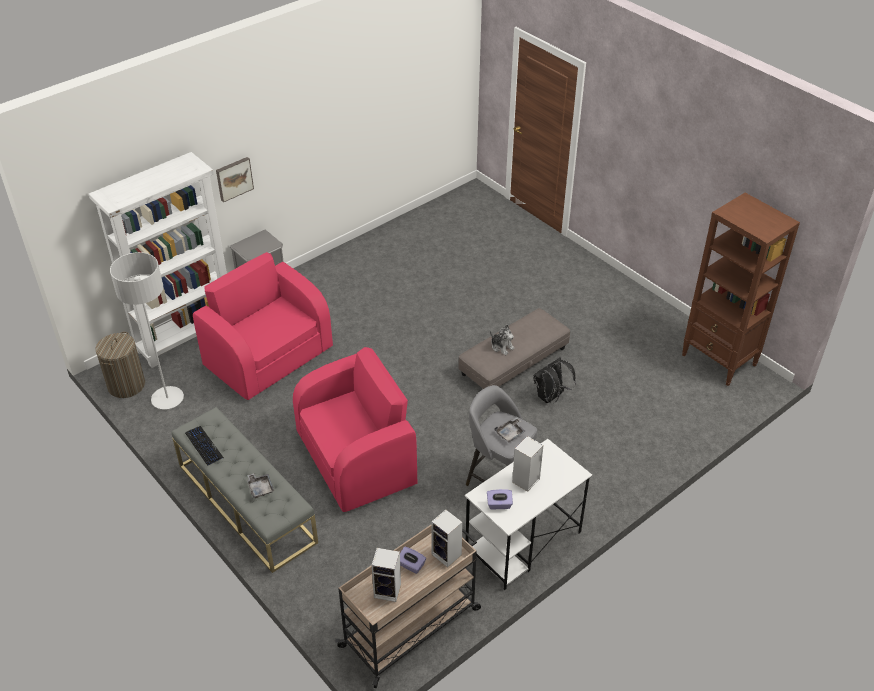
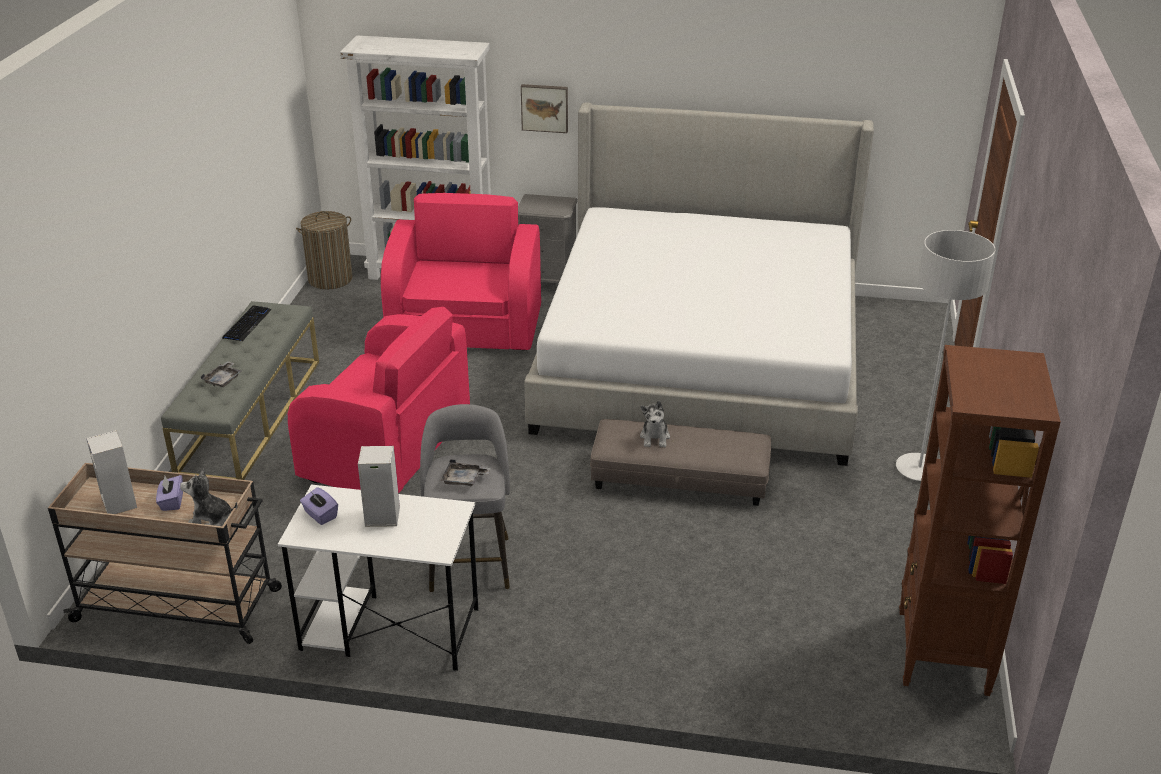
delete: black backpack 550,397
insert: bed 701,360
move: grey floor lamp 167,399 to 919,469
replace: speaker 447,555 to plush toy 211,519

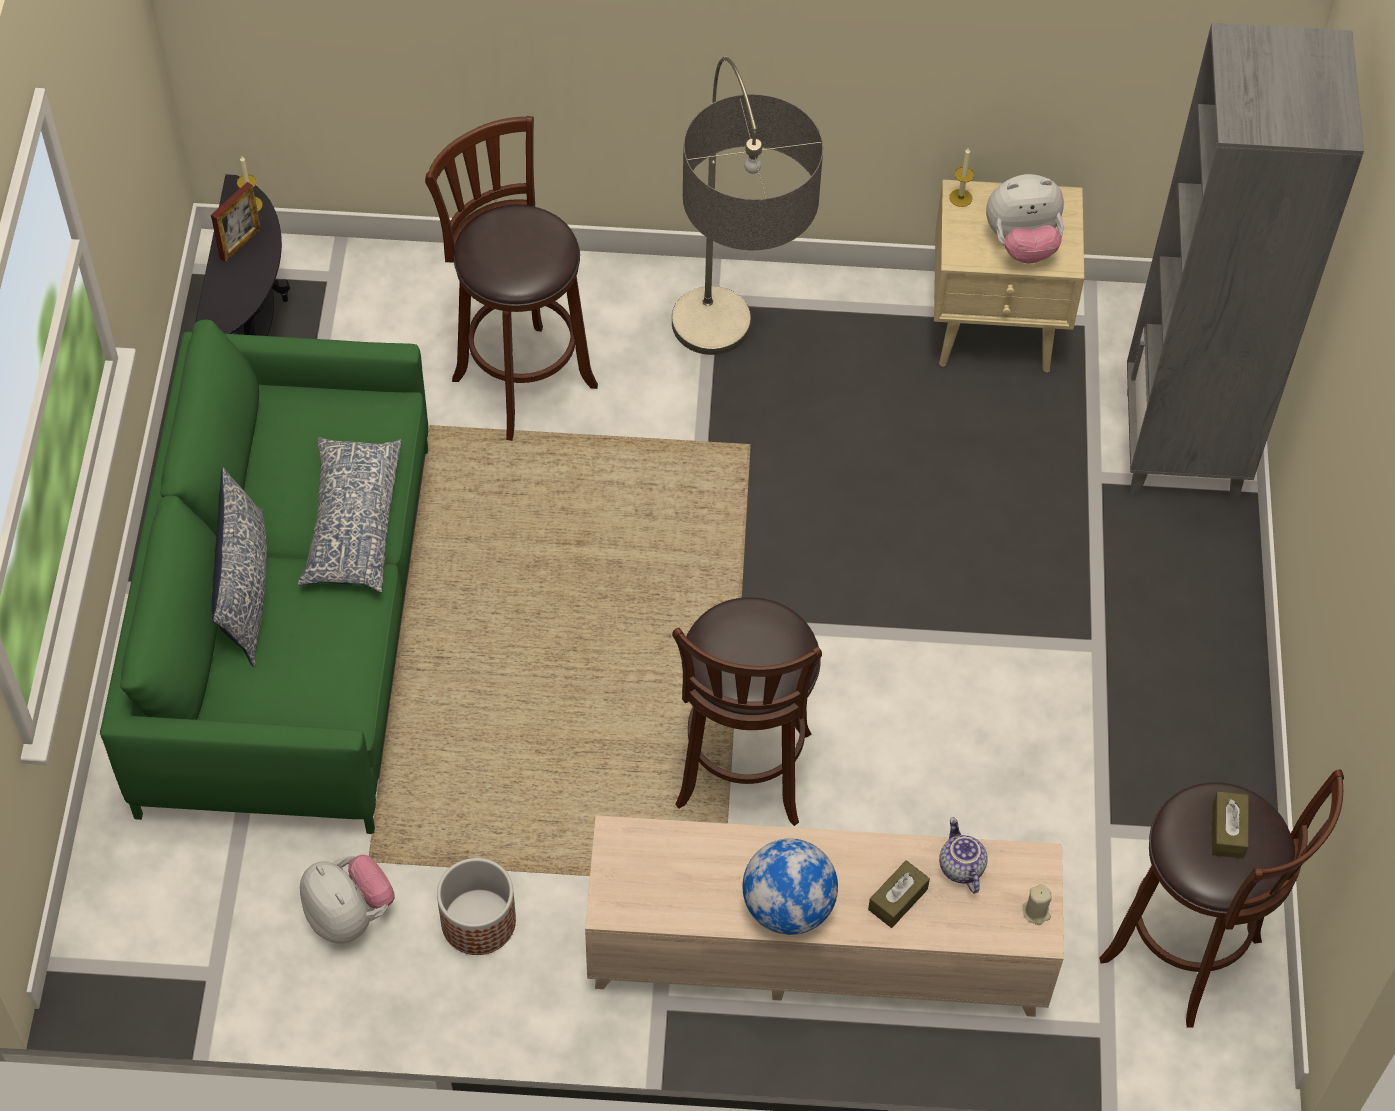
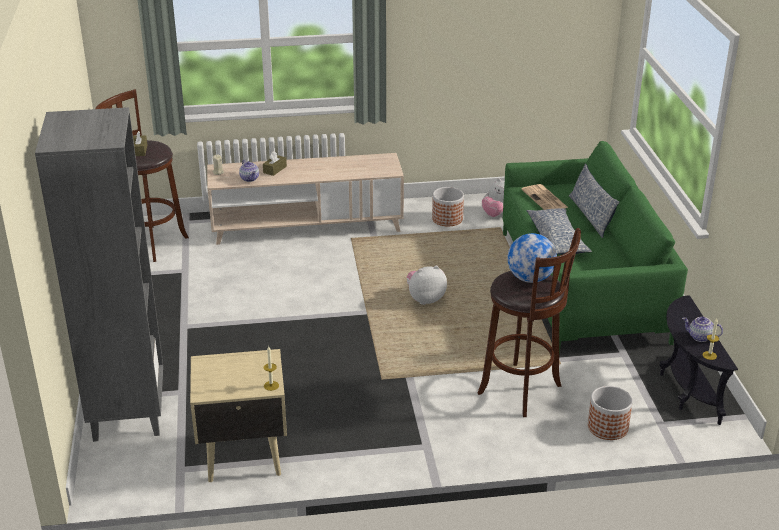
delete: floor lamp 729,400; brown stool 742,777
insert: newspaper 545,199; planter 607,427
move: plush toy 1022,243 to 425,299; globe 788,907 to 530,278
replace: picture frame 240,244 to teapot 699,337

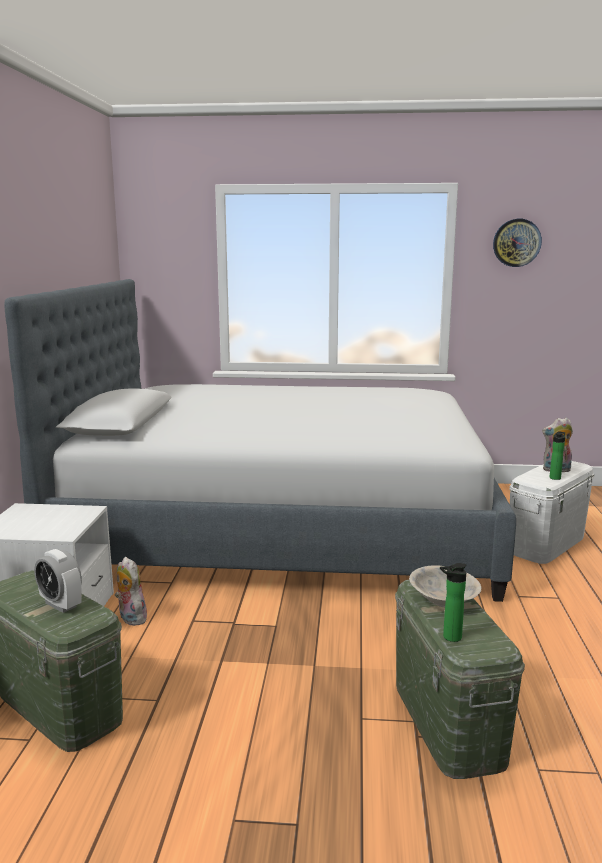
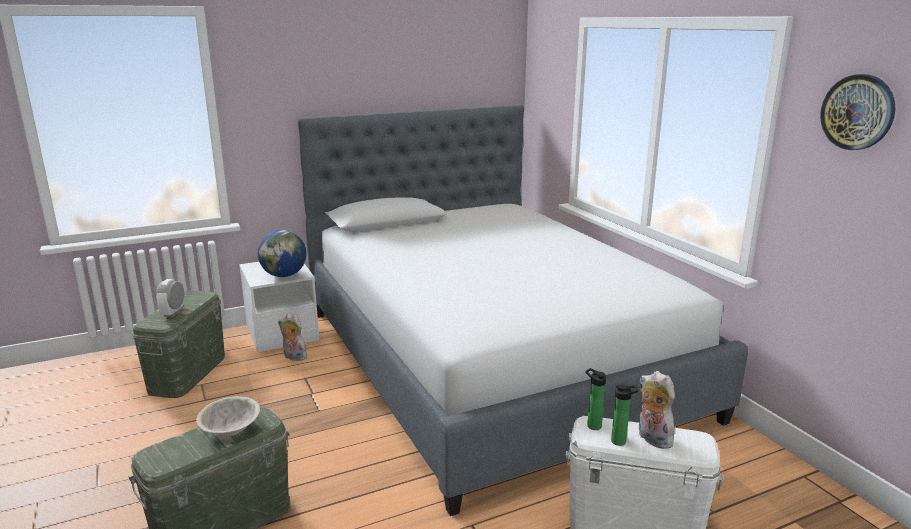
insert: globe 284,275
move: bottle 449,637 to 592,425
rotate: plush toy 130,618 = 293,357 90 degrees counterclockwise

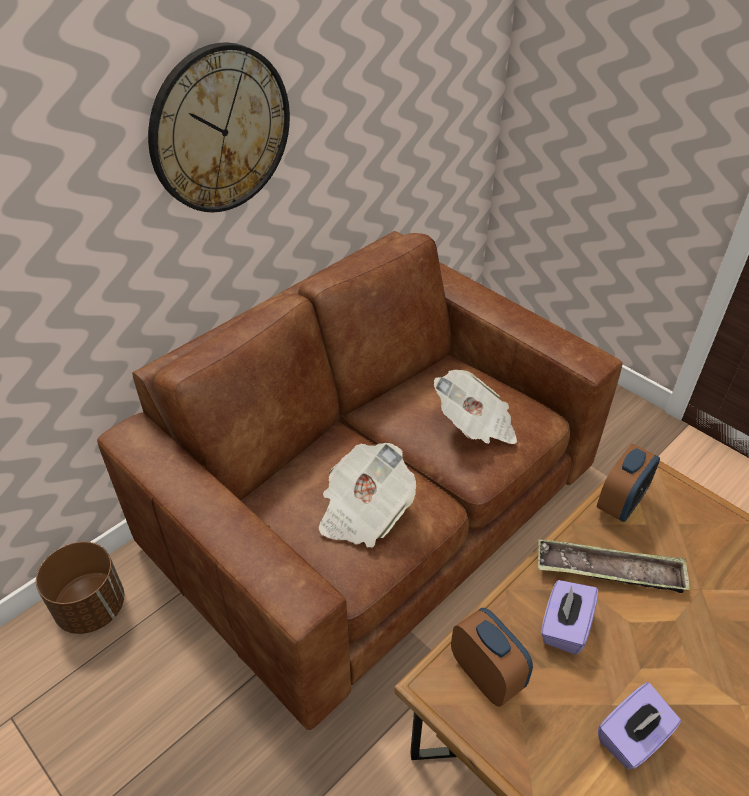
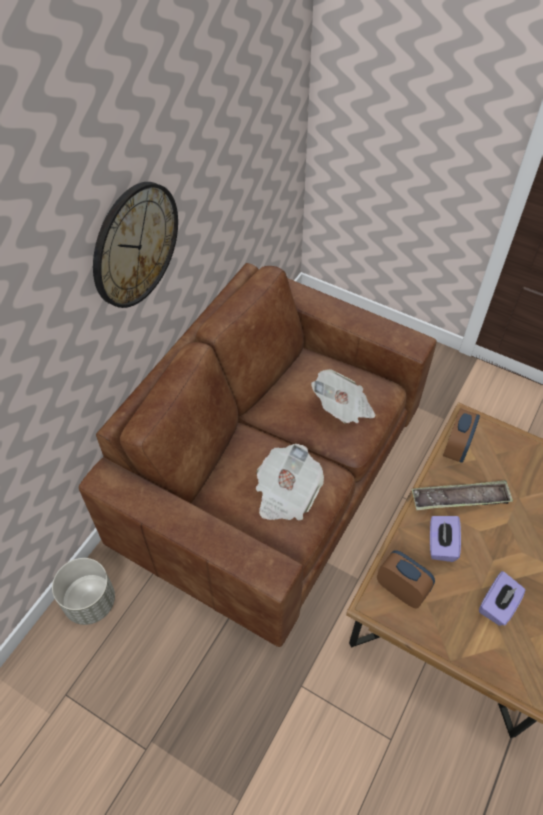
recolor: brown planter 92,607 to grey planter 90,601

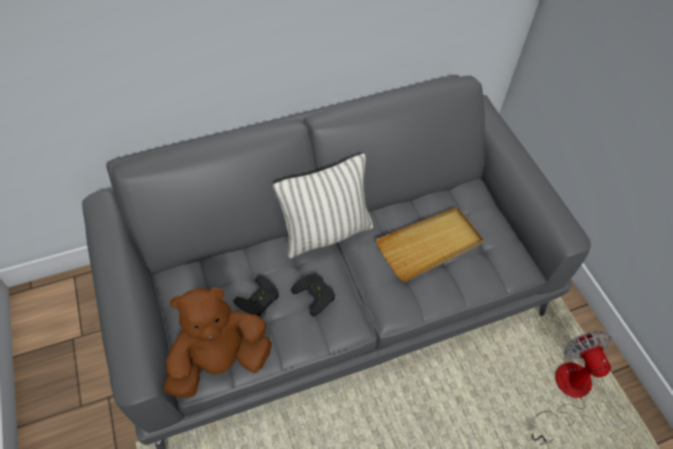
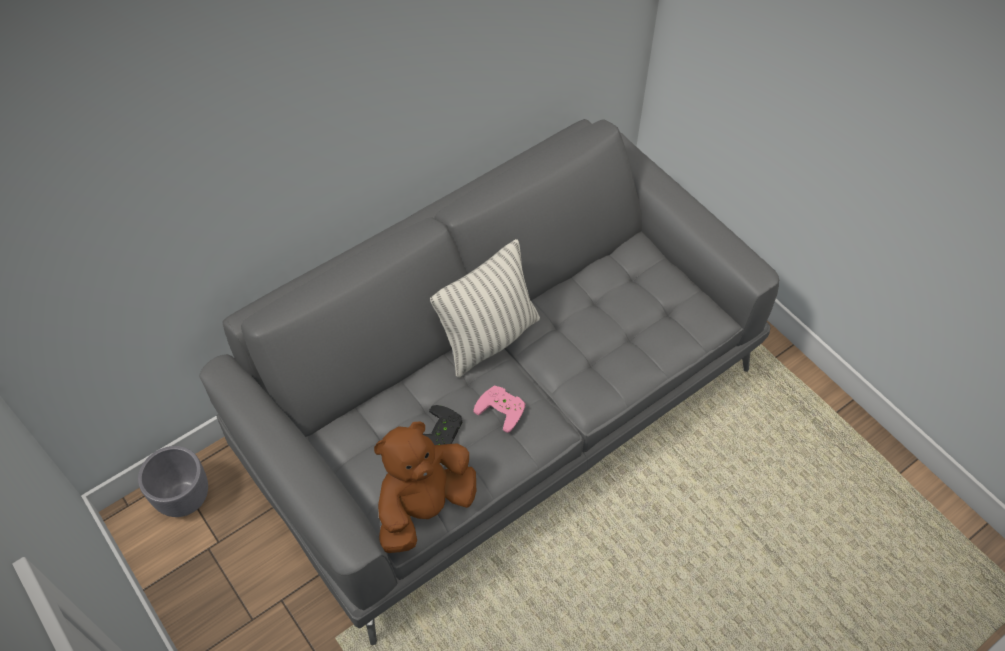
delete: beige tray 430,245; fan 566,391
insert: grey planter 184,497
recolor: black game controller 316,294 to pink game controller 503,408

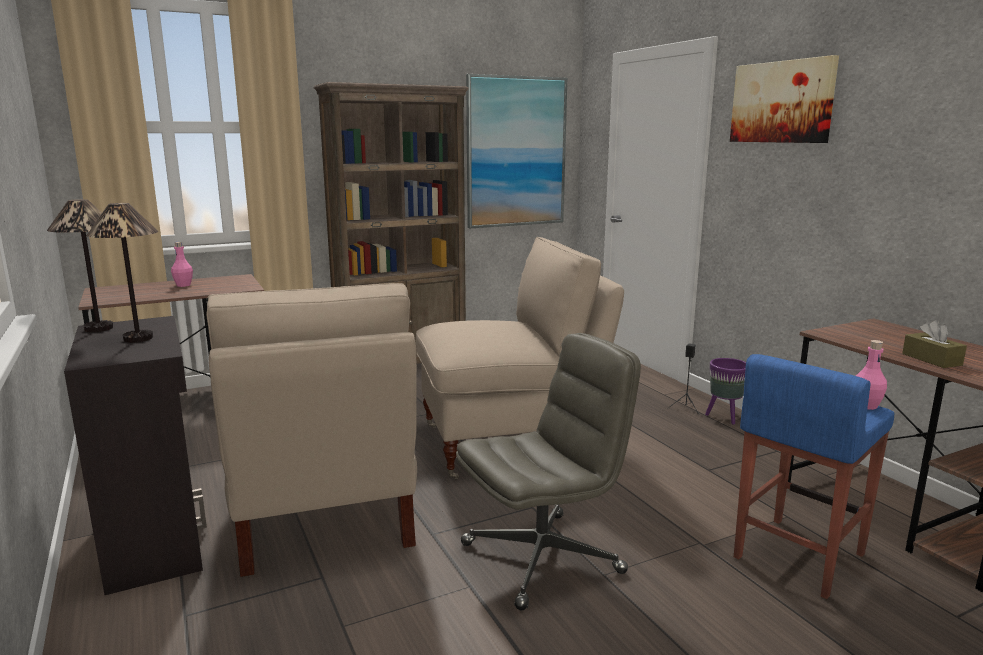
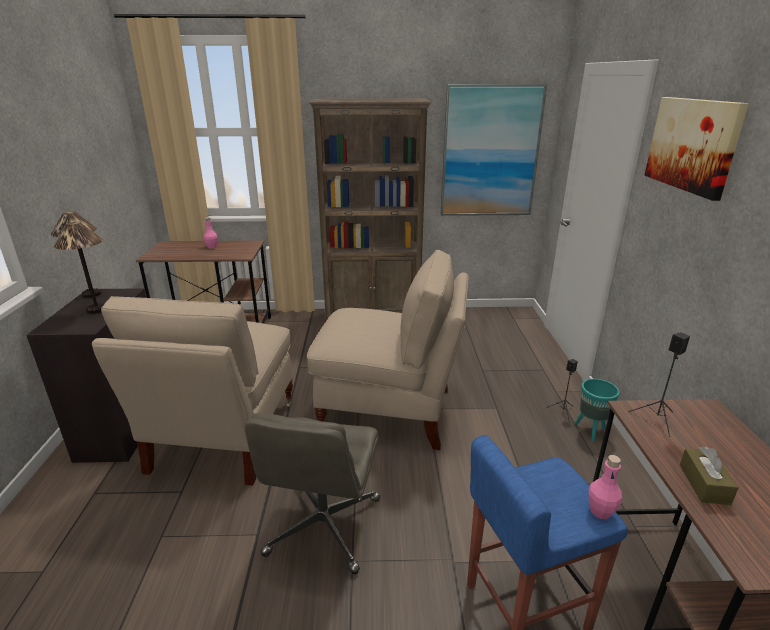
insert: black speaker 657,420
recolor: purple planter 724,417 to turquoise planter 591,431
rotate: grey office chair 543,557 = 324,527 105 degrees clockwise

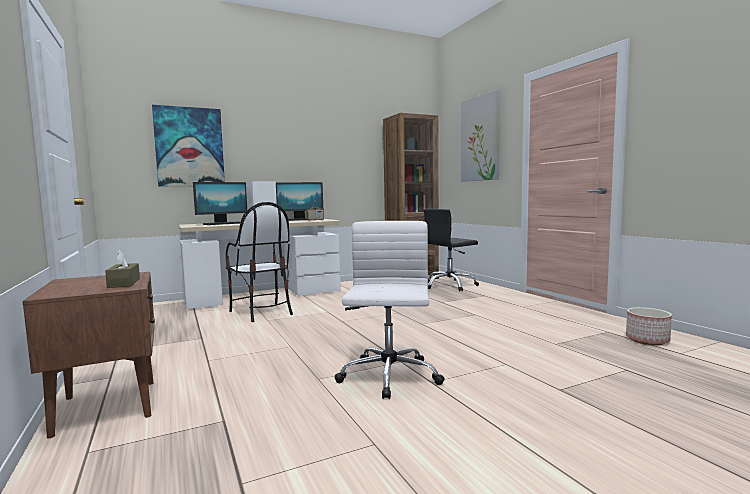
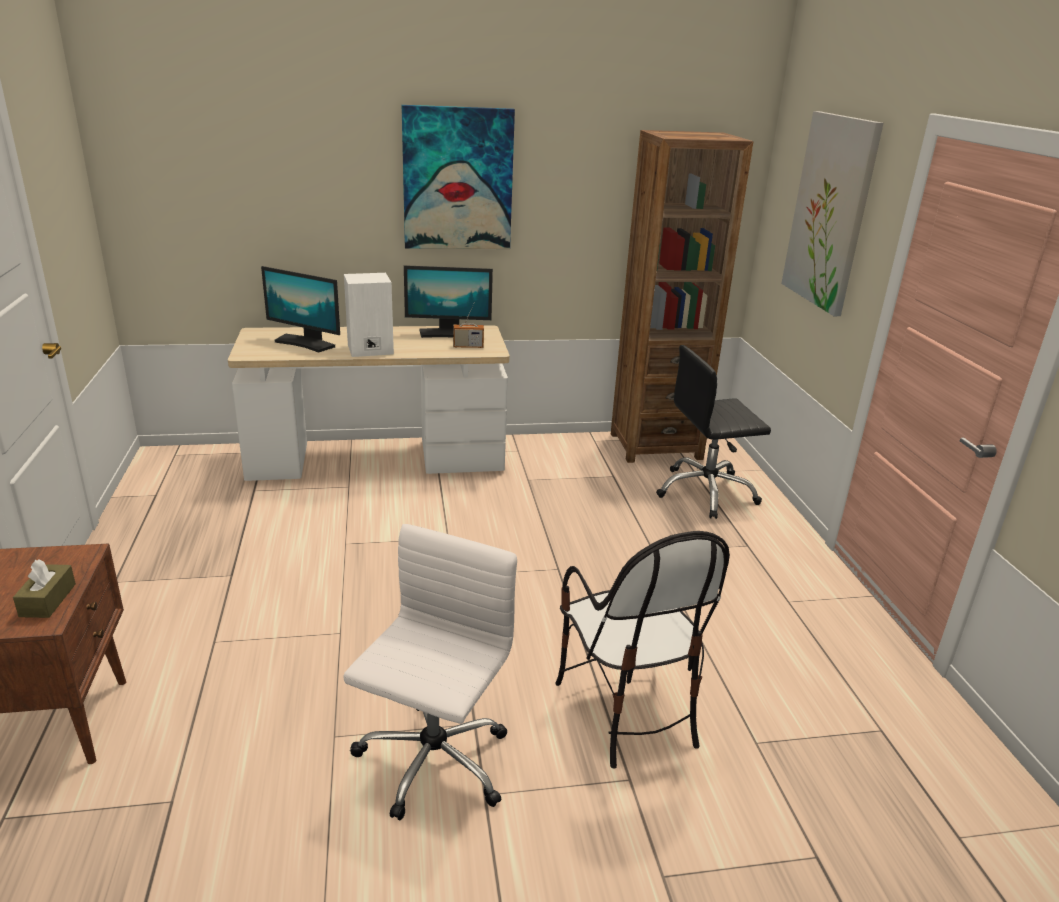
delete: planter 648,340
move: picture 189,147 to 457,179; chair 261,312 to 626,711
rotate: monitor 223,224 = 305,343 45 degrees clockwise

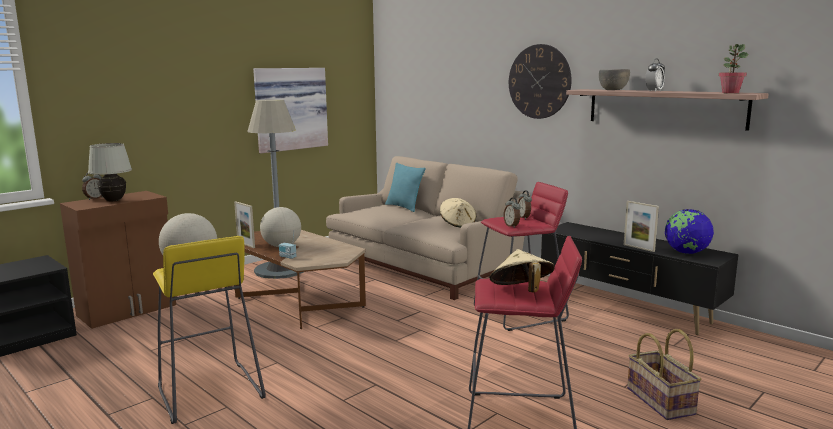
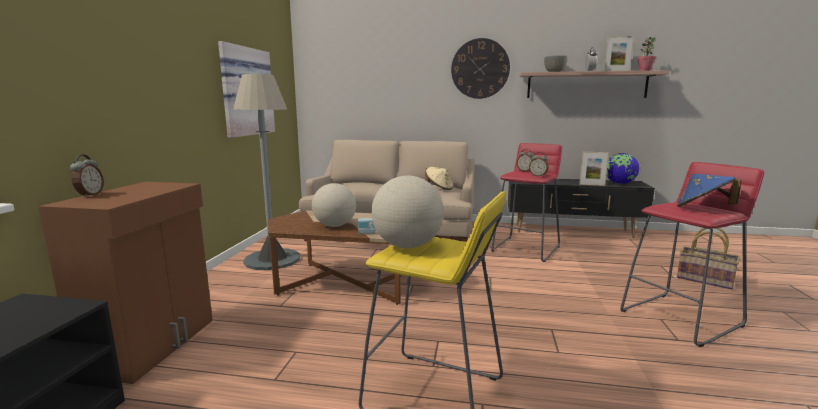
delete: white table lamp 114,201; turquoise pillow 404,207
move: picture frame 246,245 to 616,71
recolor: beige hat 521,292 to blue hat 703,209

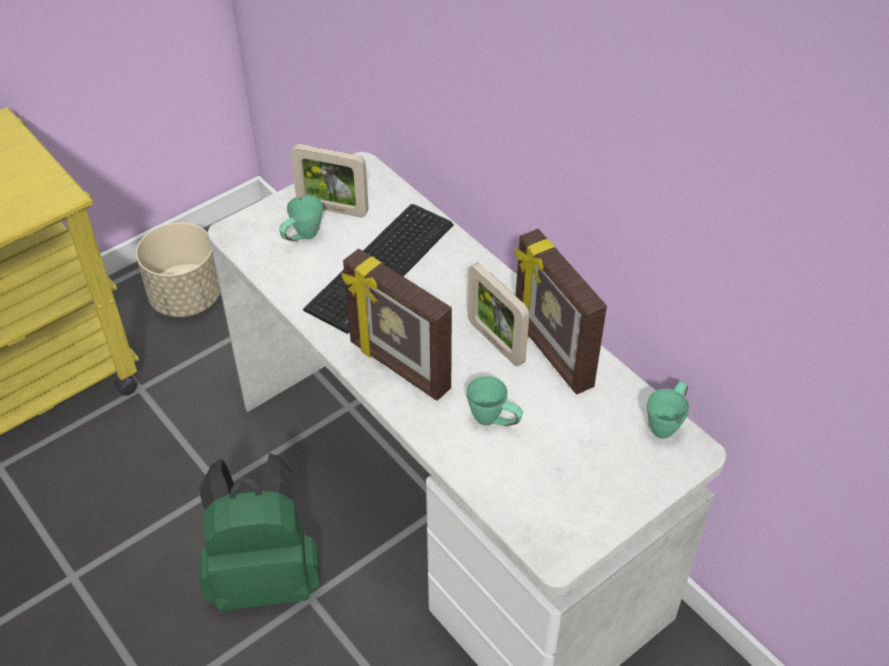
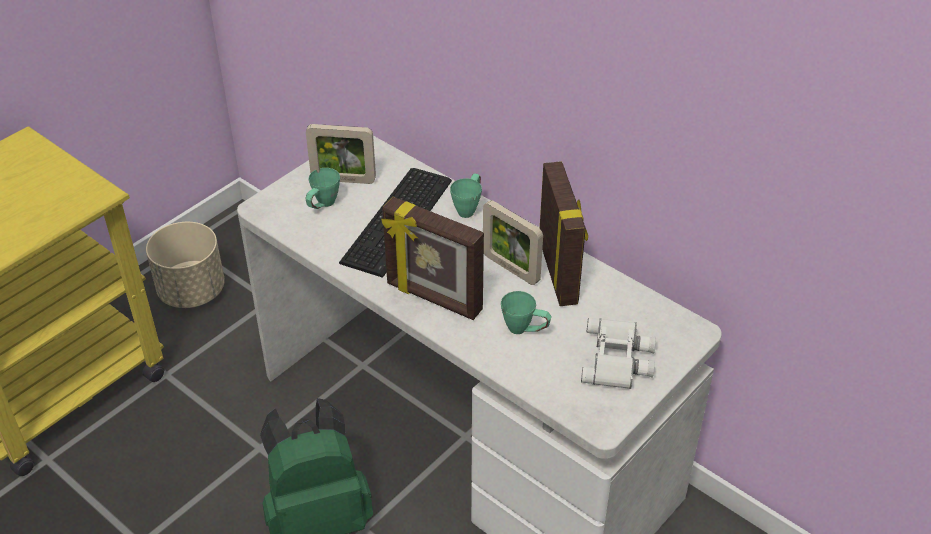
insert: white binoculars 619,359
move: green mug 666,423 to 468,208
rotate: picture frame 551,353 = 559,271 150 degrees counterclockwise

